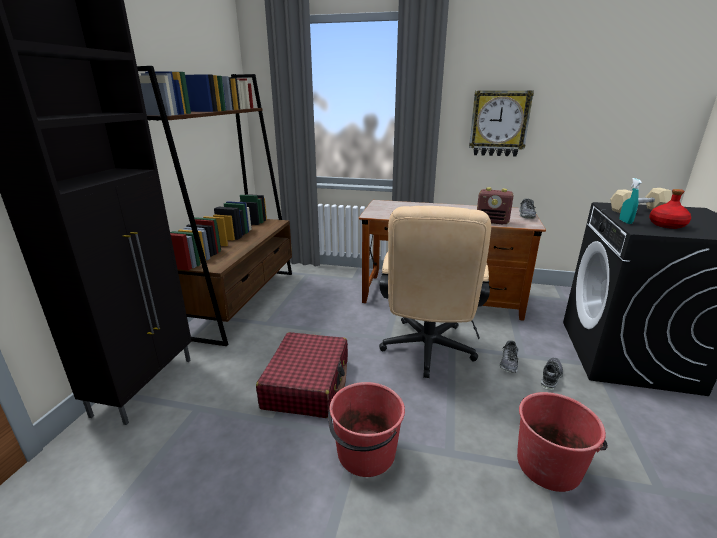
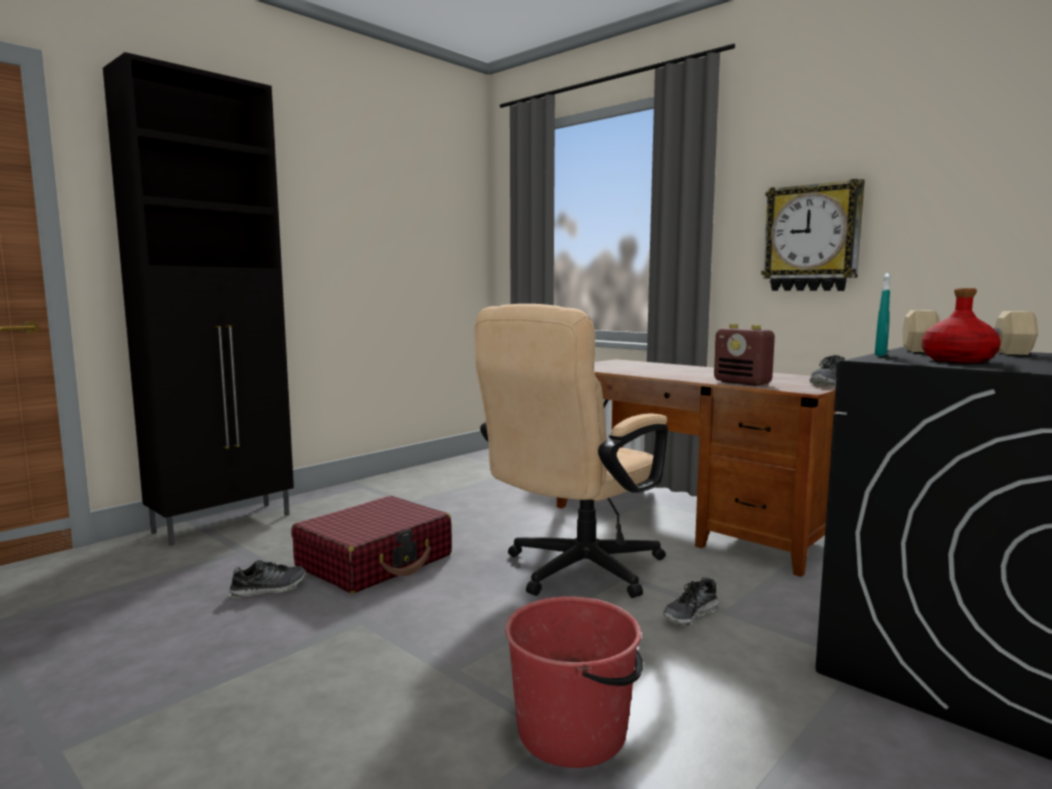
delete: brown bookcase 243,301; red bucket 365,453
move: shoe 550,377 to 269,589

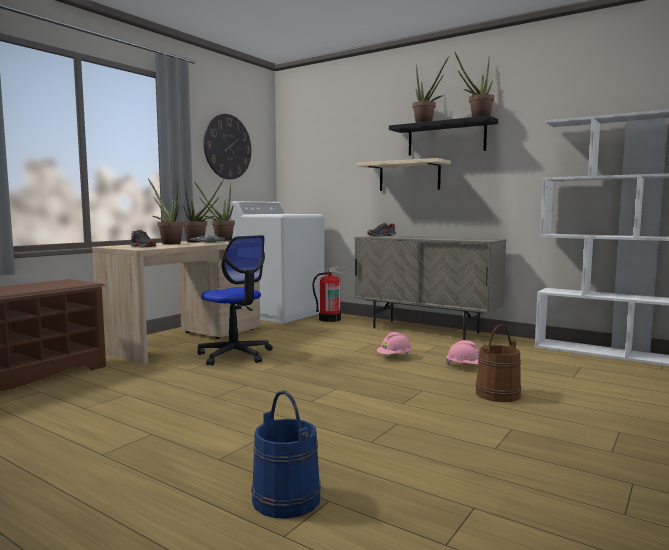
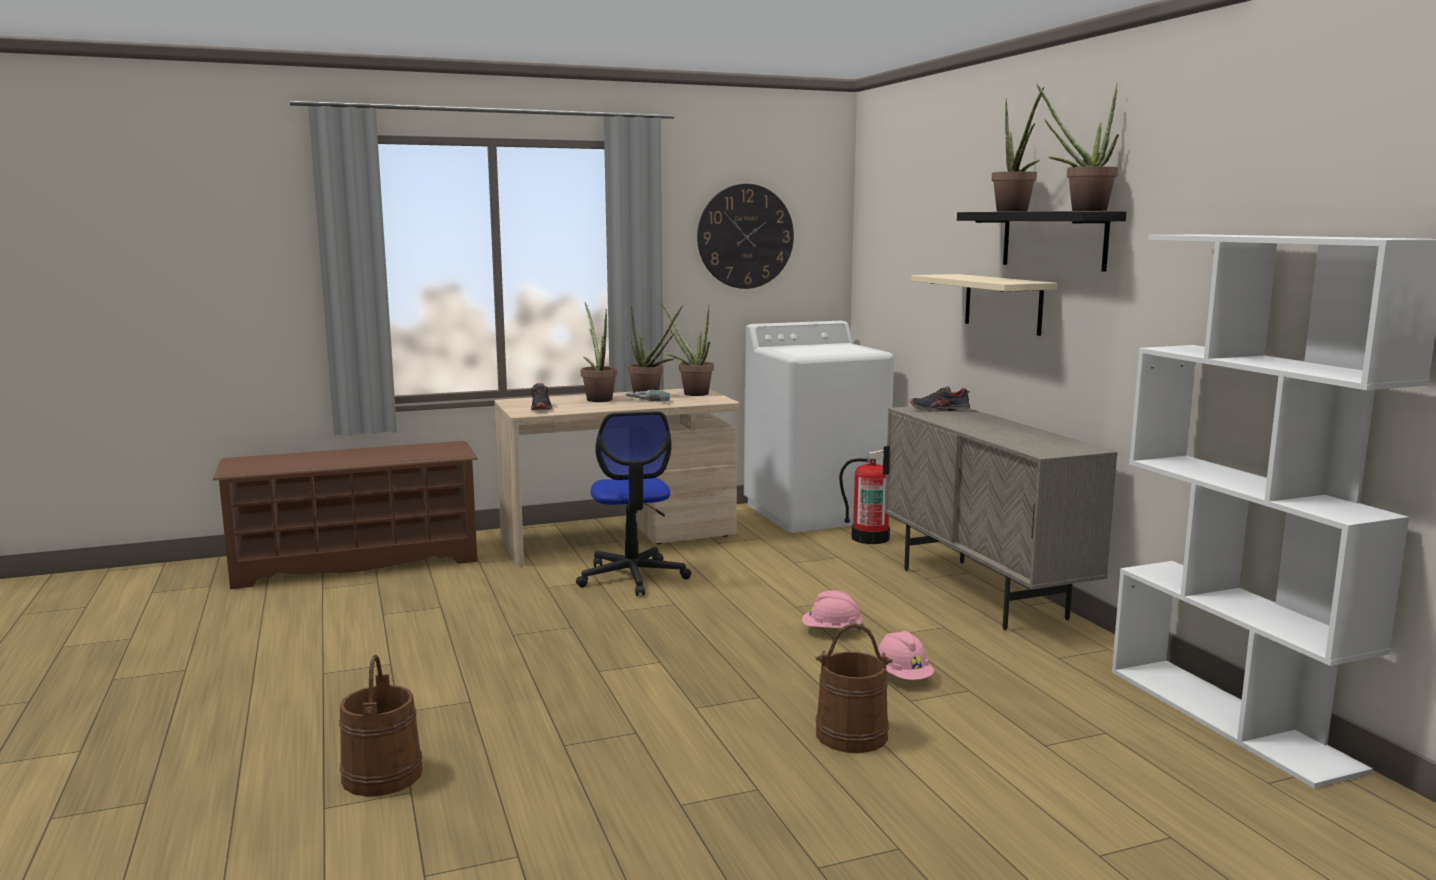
recolor: blue bucket 285,499 to brown bucket 381,775

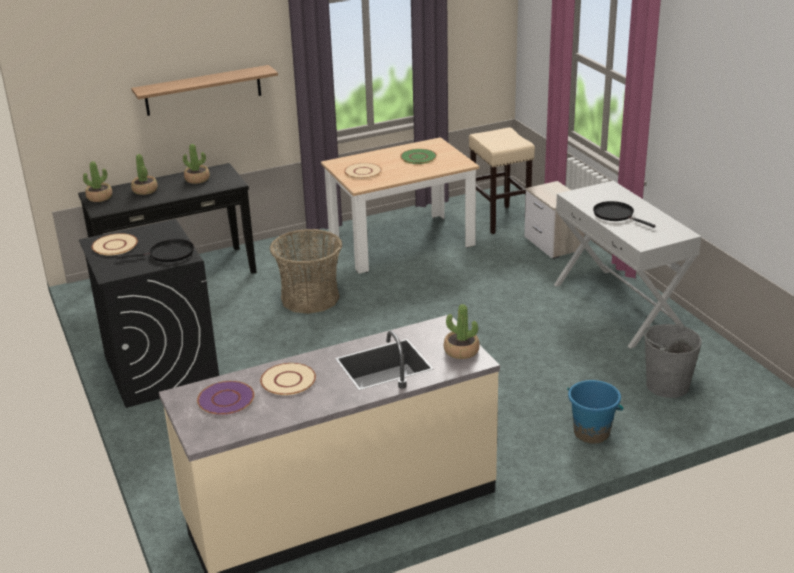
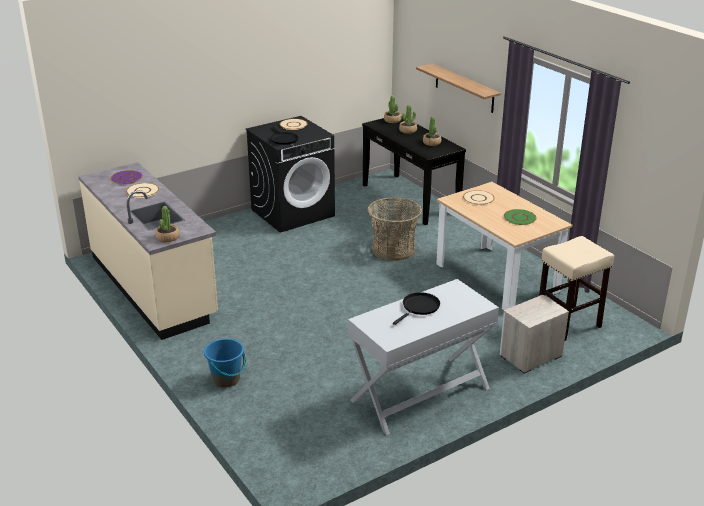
delete: grey bucket 667,385

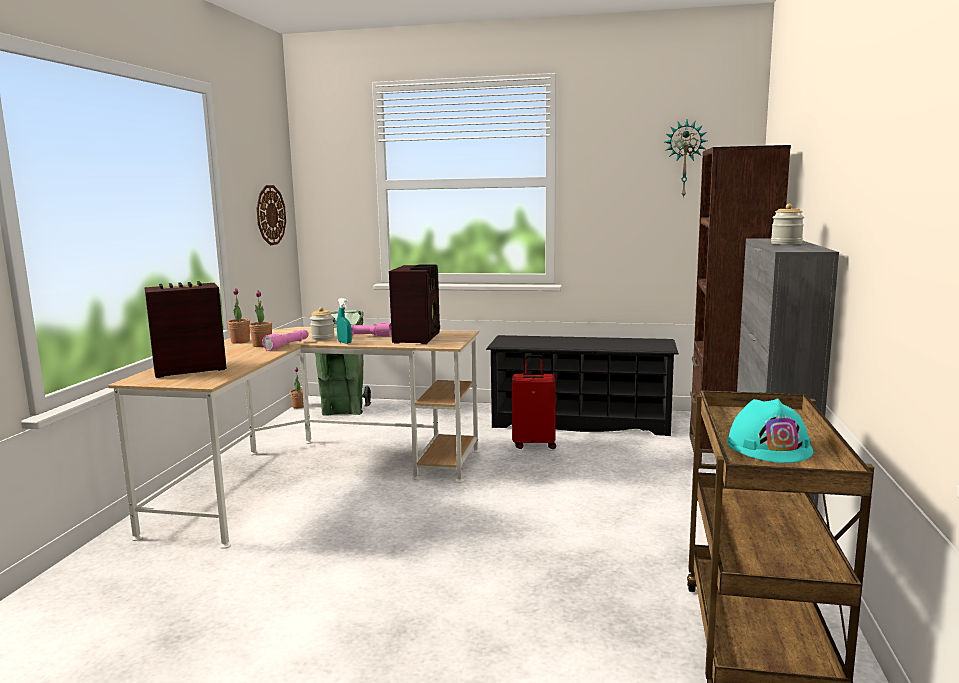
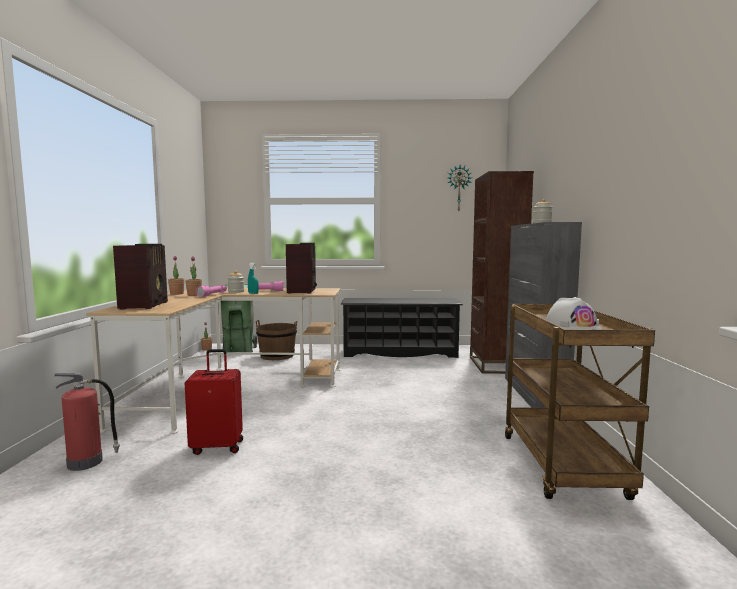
delete: wall clock 270,215
insert: fire extinguisher 87,462; brown bucket 277,356
move: red suitcase 534,444 to 218,446
recolor: turquoise hard hat 769,447 to white hard hat 572,327
rotate: radio 188,369 = 145,305 120 degrees clockwise

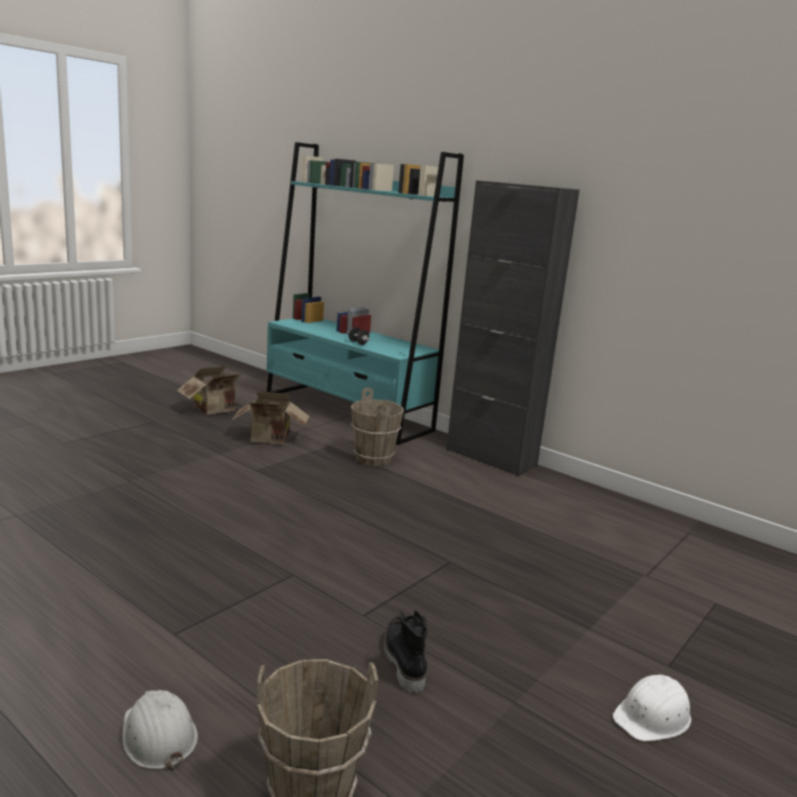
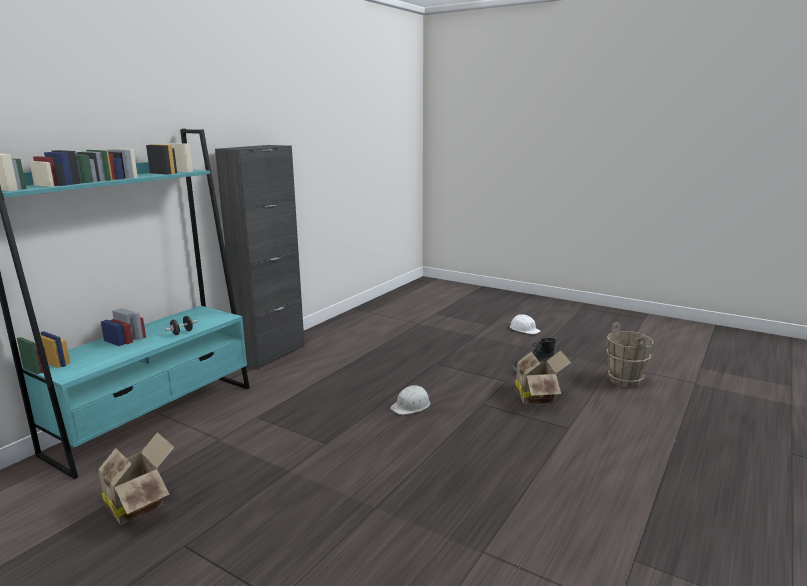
delete: brown bucket 373,459
move: white hard hat 158,736 to 411,405; cardboard box 270,440 to 537,397

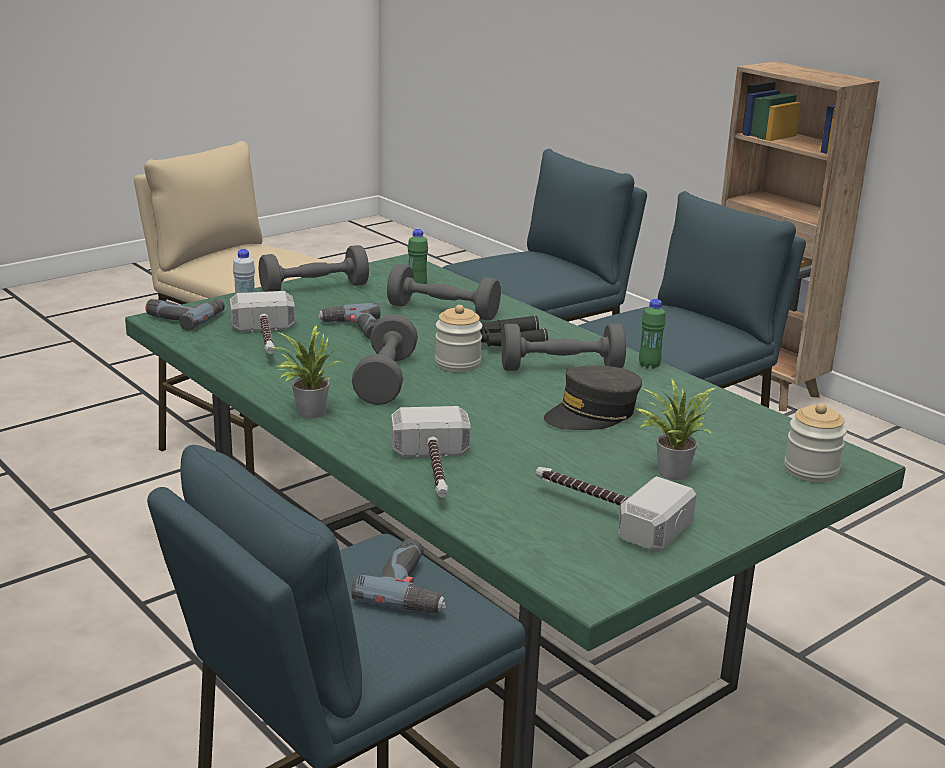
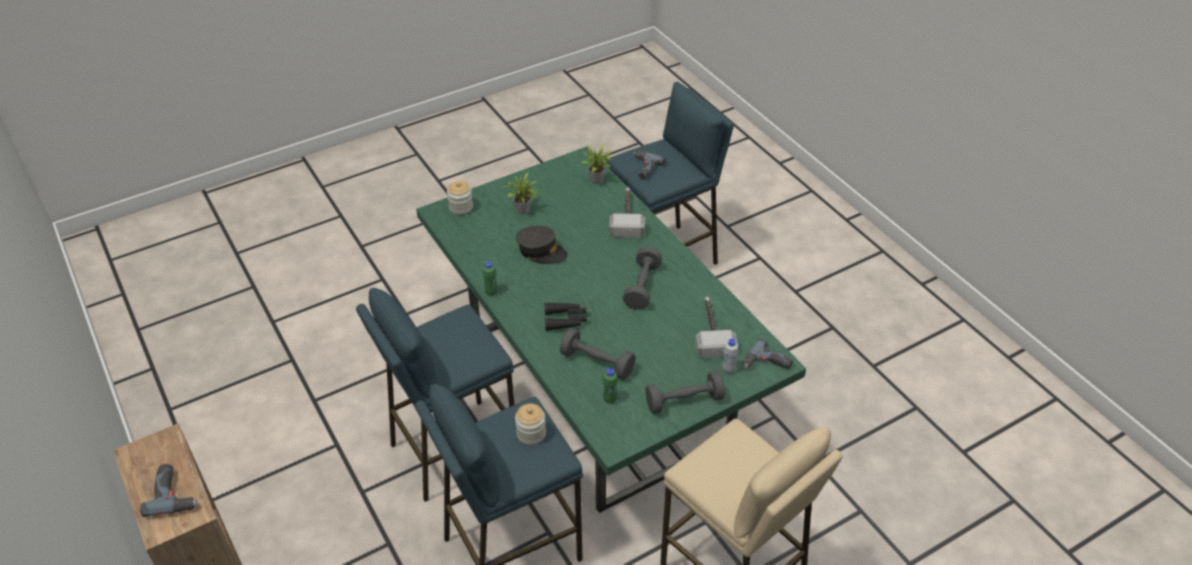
delete: grey dumbbell 561,368; hammer 605,513
move: power drill 353,329 to 174,493; jar 457,363 to 531,434; potted plant 307,412 to 598,180
rotate: grey cap 592,414 = 541,251 45 degrees clockwise

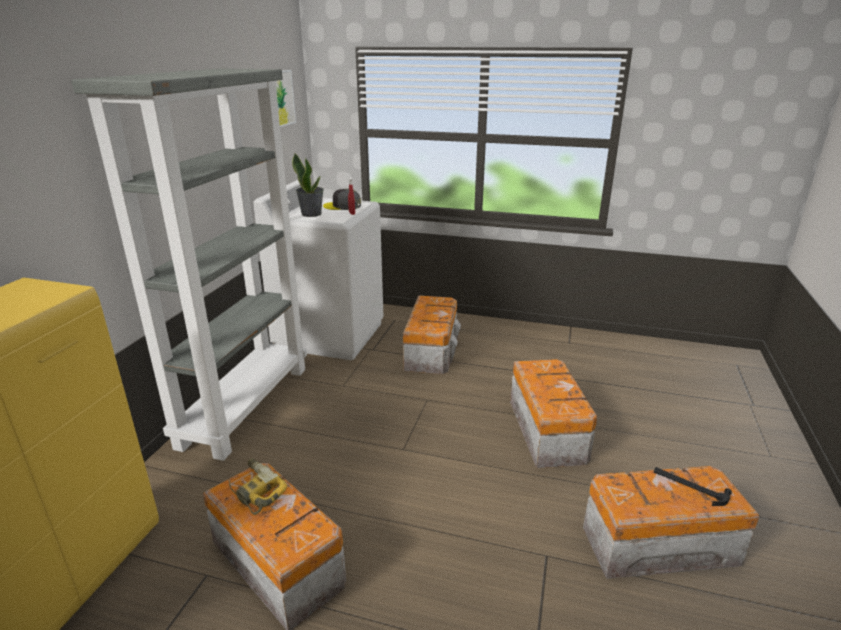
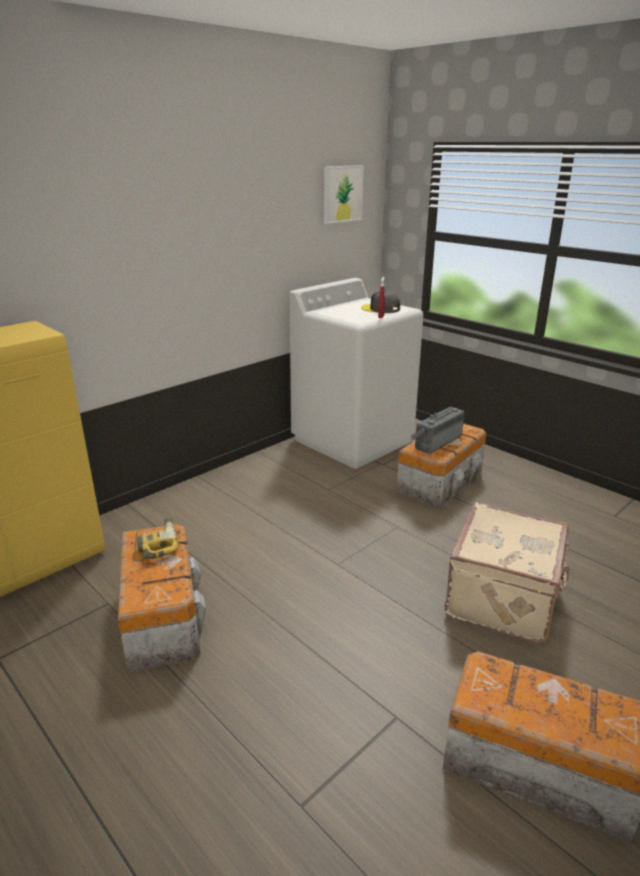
delete: grey bookcase 245,404; potted plant 311,214; hammer 689,487
insert: radio 435,441
replace: storage box 547,430 to beige suitcase 504,598

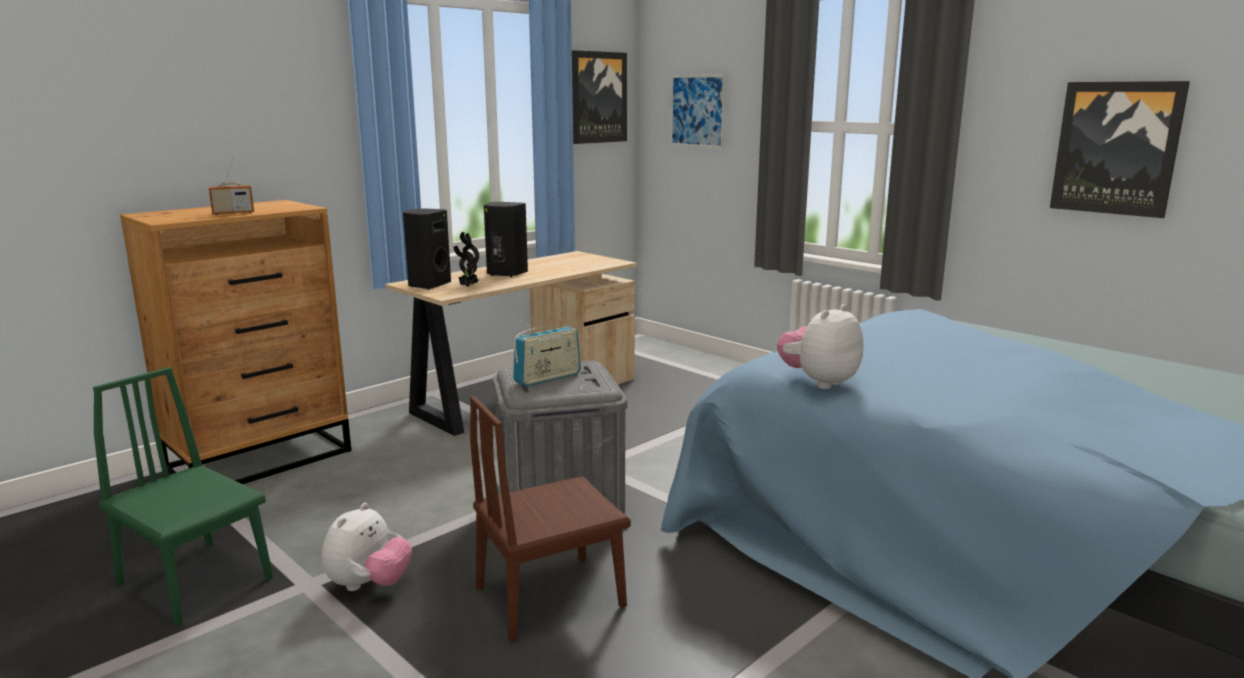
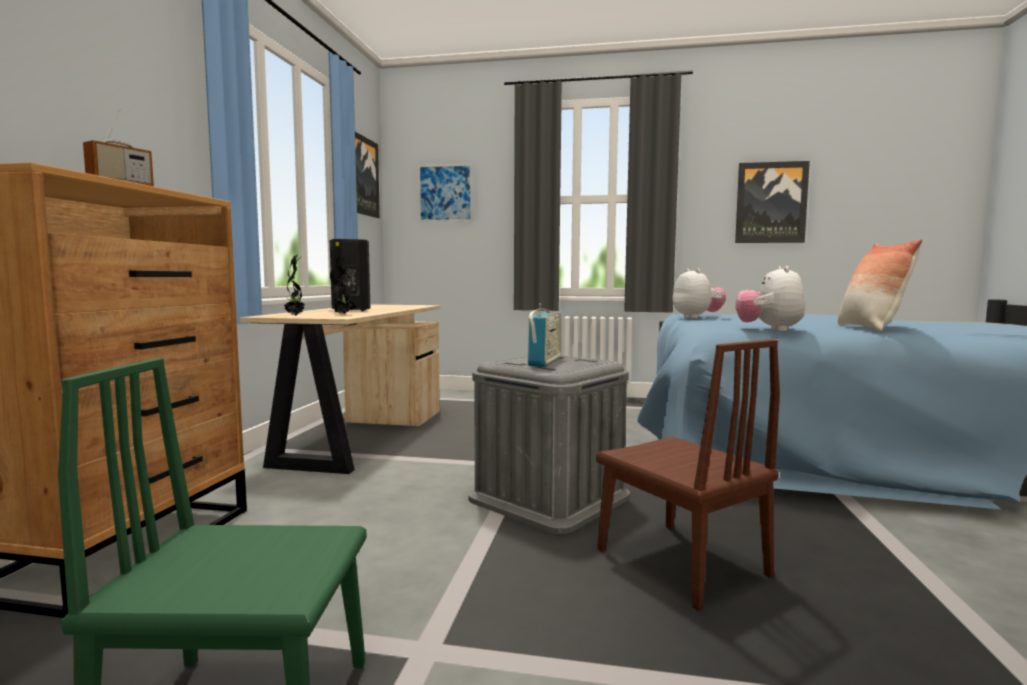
insert: pillow 869,328
move: plush toy 369,585 to 697,318
replace: black speaker 428,285 to potted plant 295,315
rotate: brown chair 550,596 = 681,562 60 degrees counterclockwise

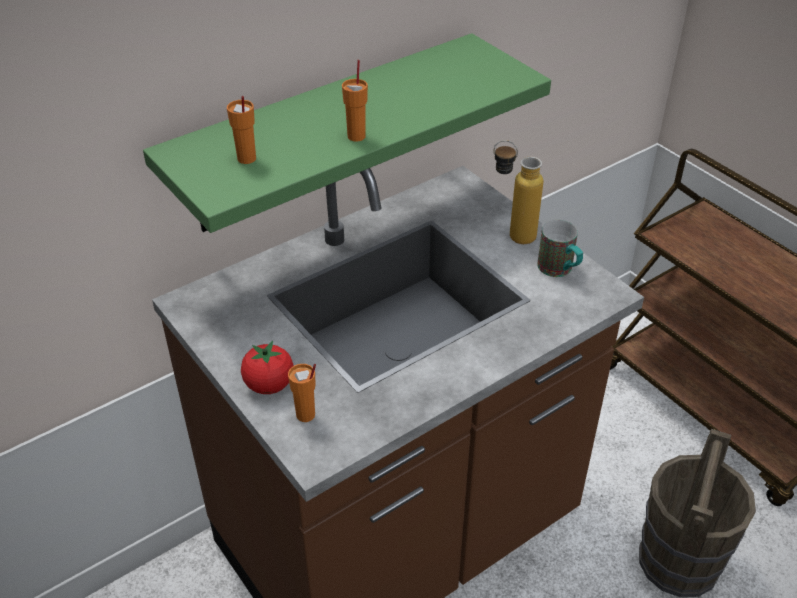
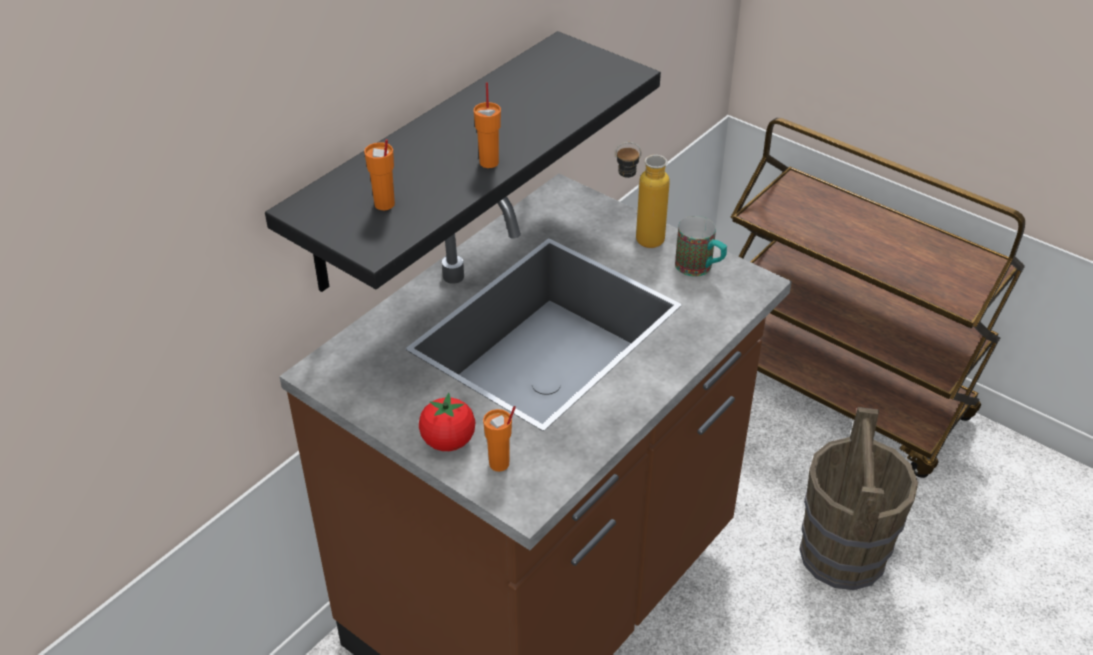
recolor: green shelf 324,134 to black shelf 429,163

